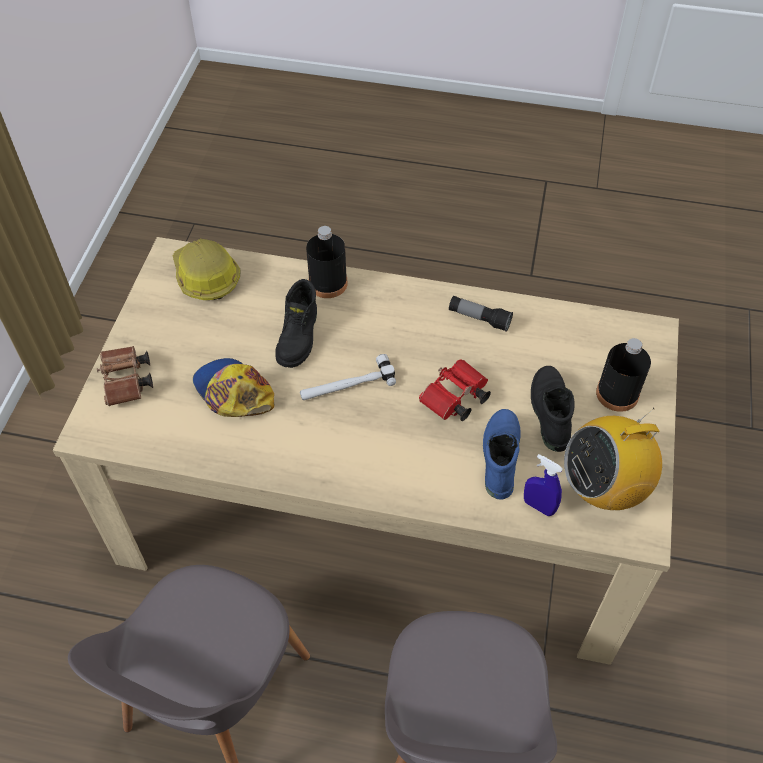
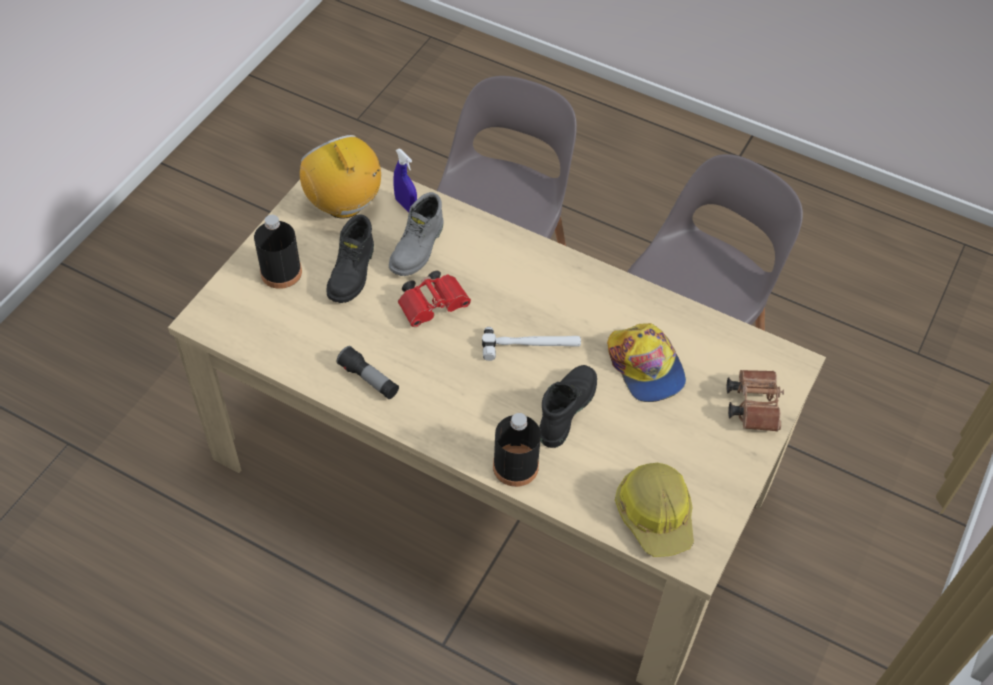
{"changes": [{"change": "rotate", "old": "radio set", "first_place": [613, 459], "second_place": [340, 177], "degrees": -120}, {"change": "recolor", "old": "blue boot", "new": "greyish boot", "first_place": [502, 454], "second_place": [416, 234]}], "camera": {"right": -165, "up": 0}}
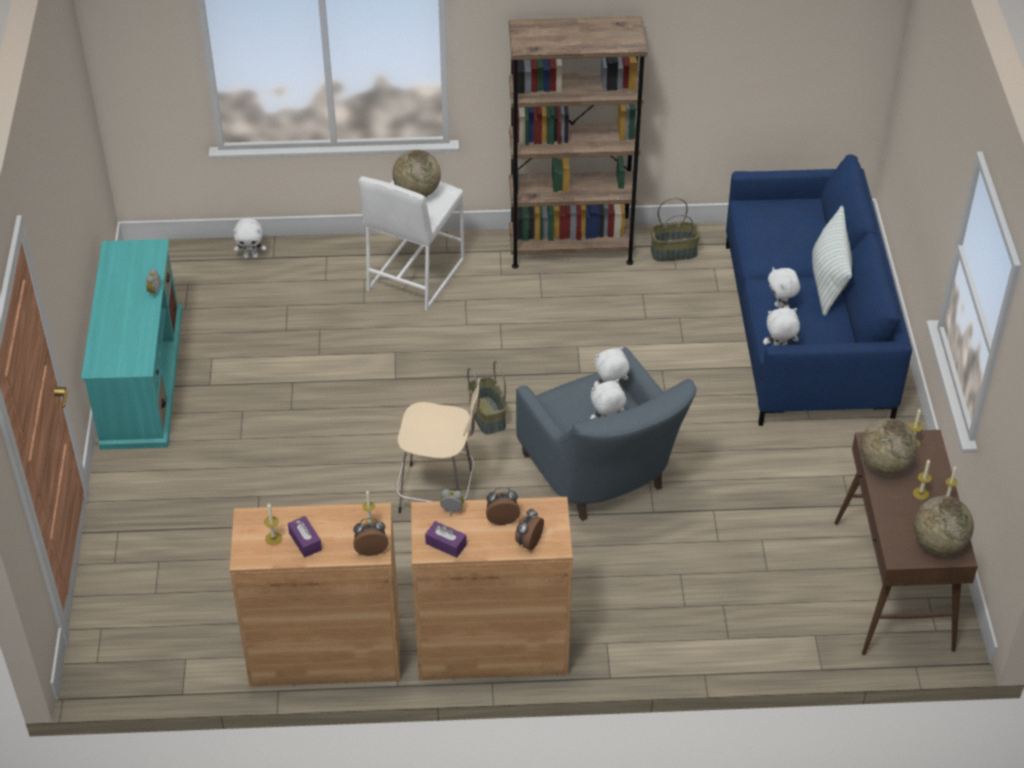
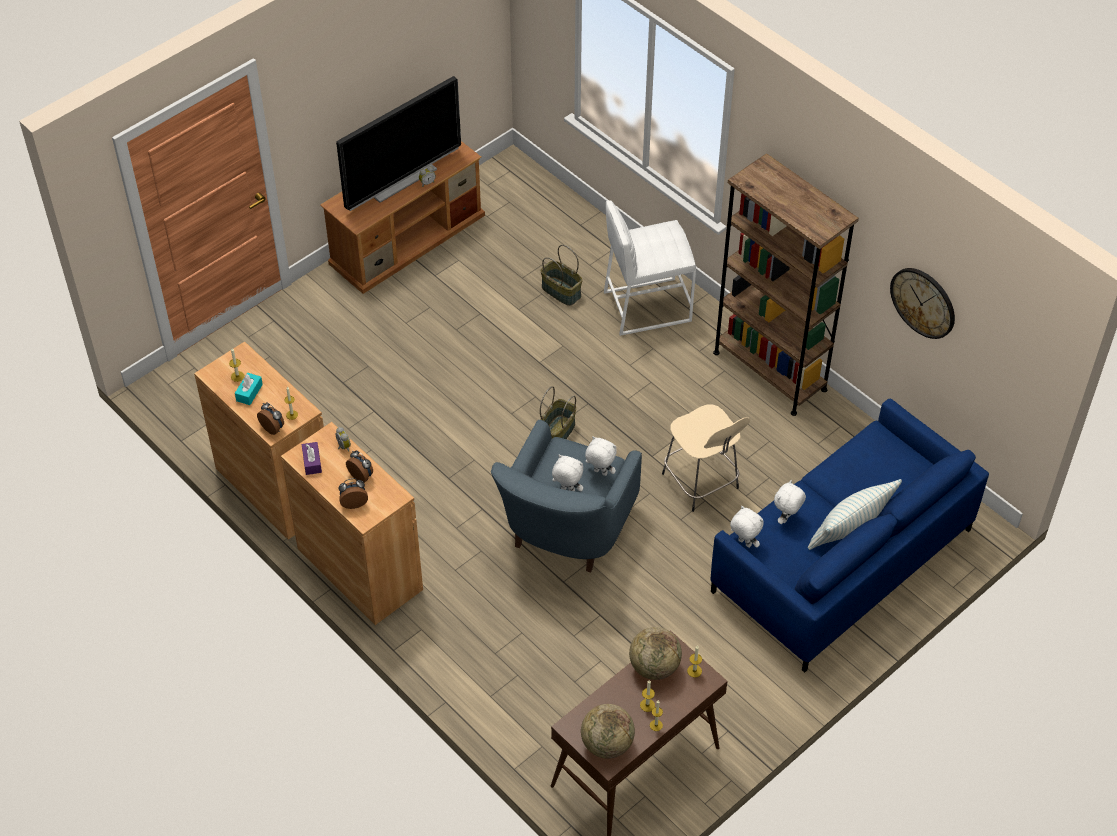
{"changes": [{"change": "delete", "old": "globe", "first_place": [416, 173]}, {"change": "move", "old": "household basket", "first_place": [675, 230], "second_place": [562, 275]}, {"change": "delete", "old": "white cuddly toy", "first_place": [249, 238]}, {"change": "recolor", "old": "turquoise tv unit", "new": "brown tv unit", "first_place": [131, 344], "second_place": [402, 217]}, {"change": "move", "old": "sand-coloured sitting stool", "first_place": [438, 445], "second_place": [706, 458]}, {"change": "recolor", "old": "purplish tissue box", "new": "turquoise tissue box", "first_place": [305, 536], "second_place": [249, 389]}, {"change": "insert", "new": "television", "second_place": [398, 143]}, {"change": "insert", "new": "hanging clock", "second_place": [922, 303]}], "camera": {"right": 50, "up": 5}}
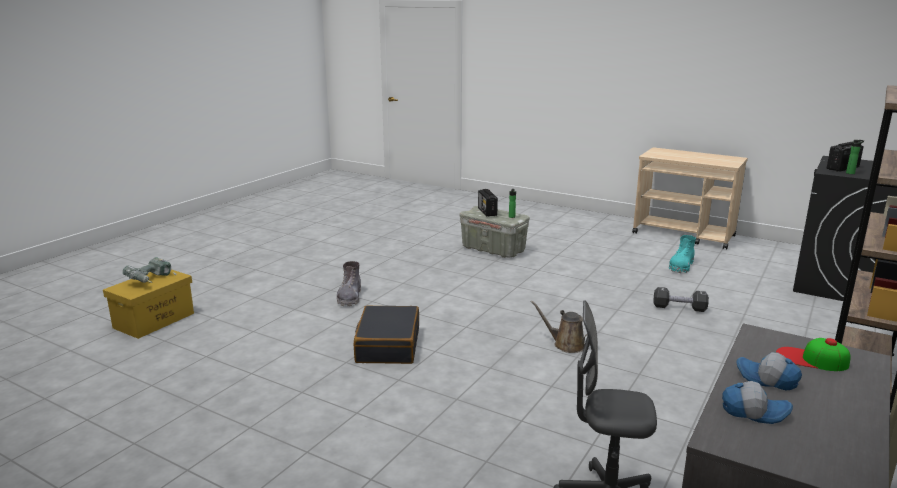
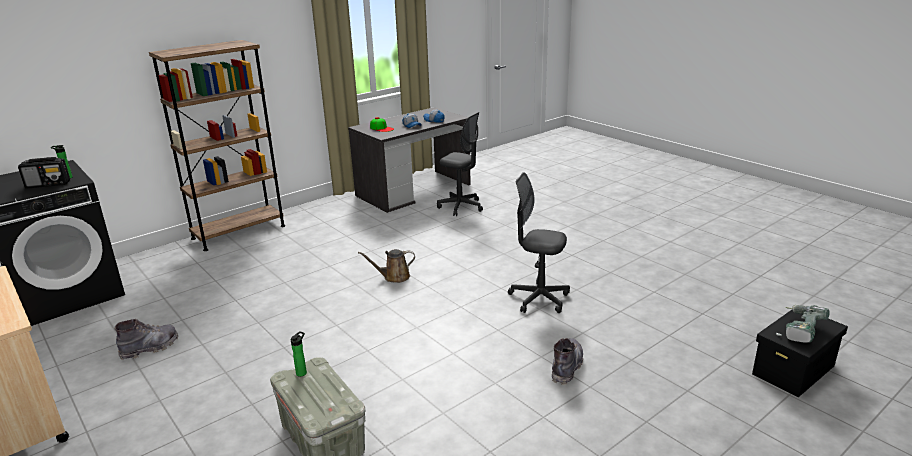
{"changes": [{"change": "delete", "old": "radio set", "first_place": [488, 203]}, {"change": "recolor", "old": "turquoise boot", "new": "greyish boot", "first_place": [682, 254], "second_place": [146, 339]}, {"change": "recolor", "old": "yellow storage box", "new": "blackish storage box", "first_place": [148, 304], "second_place": [800, 353]}, {"change": "delete", "old": "blackish hand weight", "first_place": [681, 299]}, {"change": "rotate", "old": "brown watering pot", "first_place": [559, 326], "second_place": [386, 266], "degrees": 120}, {"change": "replace", "old": "blackish piece of luggage", "new": "greyish computer chair", "first_place": [386, 335], "second_place": [539, 242]}], "camera": {"right": -160, "up": 5}}
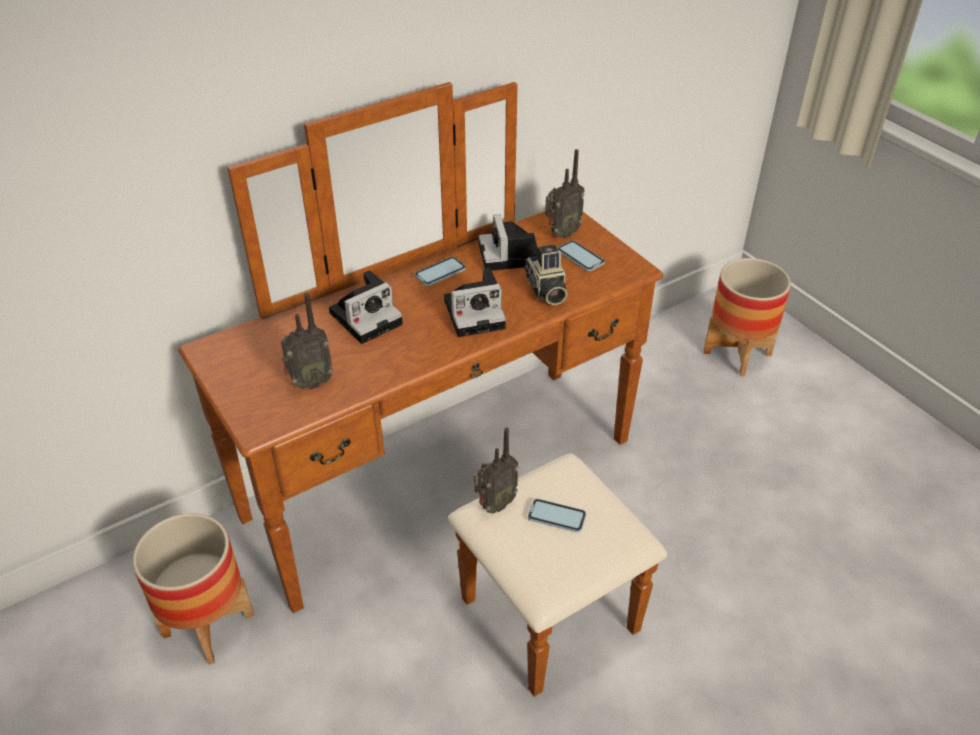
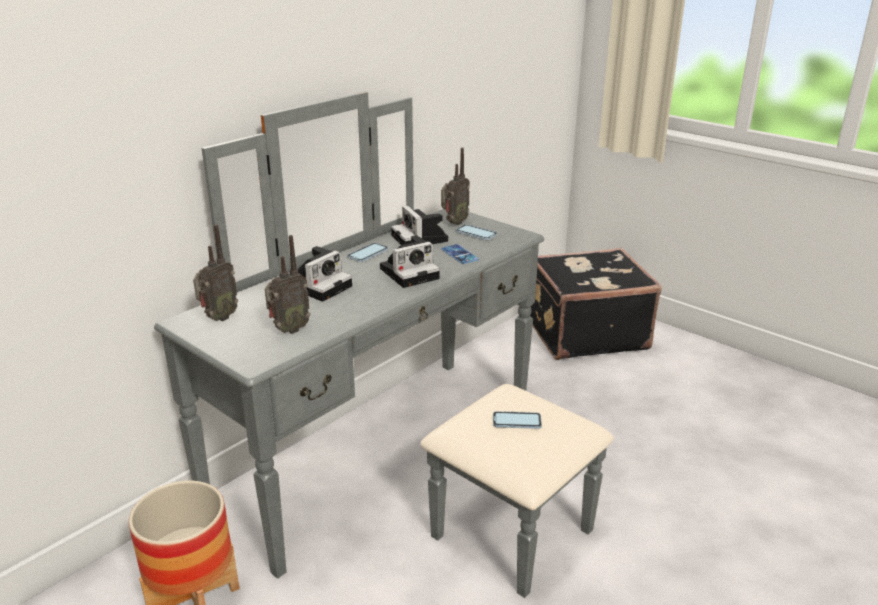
{"changes": [{"change": "recolor", "old": "brown chest of drawers", "new": "greyish chest of drawers", "first_place": [422, 389], "second_place": [384, 344]}, {"change": "replace", "old": "still camera", "new": "telephone", "first_place": [545, 275], "second_place": [460, 254]}, {"change": "replace", "old": "plant pot", "new": "blackish piece of luggage", "first_place": [747, 317], "second_place": [596, 304]}, {"change": "move", "old": "radio set", "first_place": [496, 470], "second_place": [215, 272]}], "camera": {"right": -15, "up": -15}}
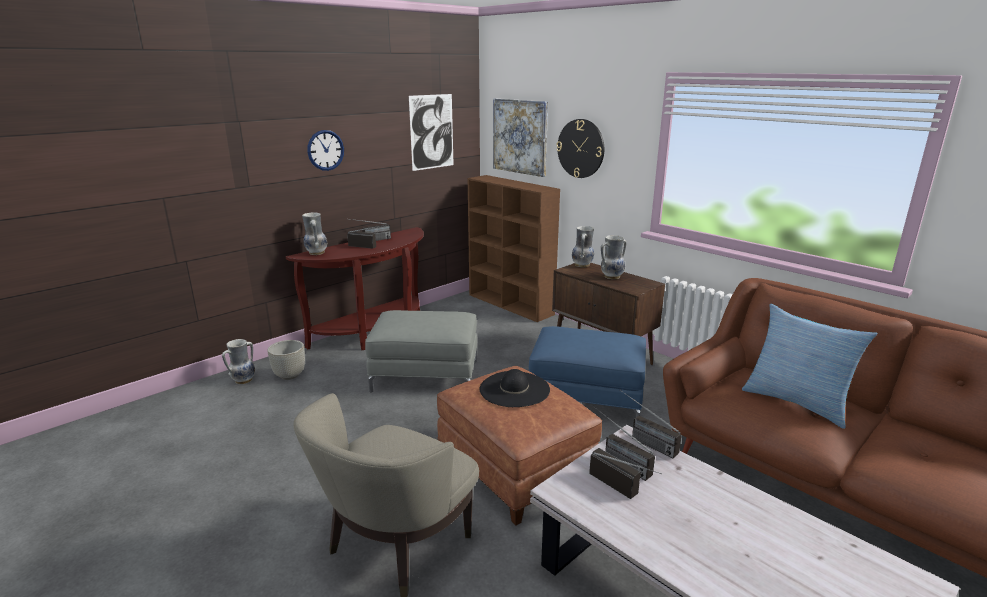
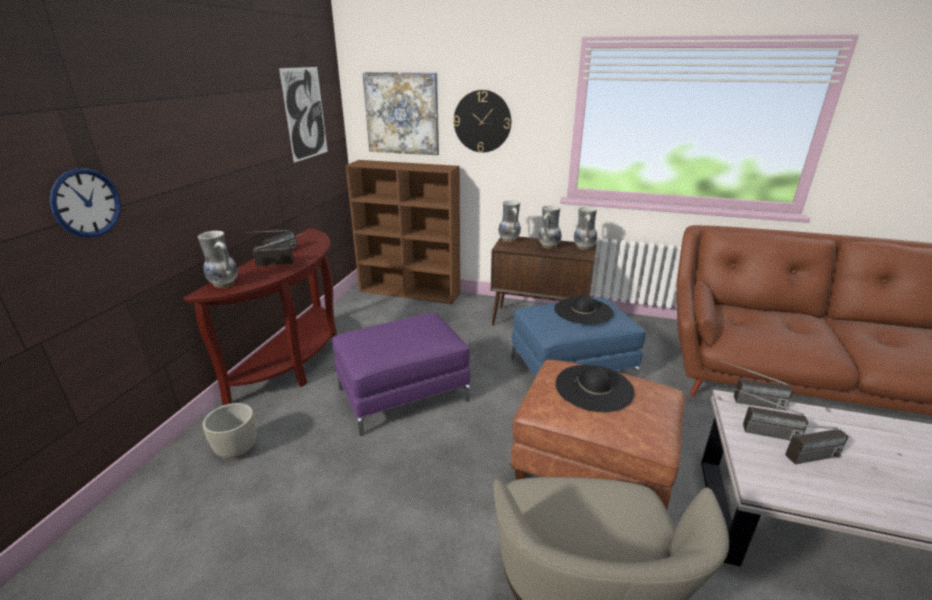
{"changes": [{"change": "move", "old": "hanging clock", "first_place": [325, 150], "second_place": [85, 203]}, {"change": "delete", "old": "cushion", "first_place": [809, 366]}, {"change": "recolor", "old": "greyish pouffe", "new": "purplish pouffe", "first_place": [421, 351], "second_place": [401, 374]}, {"change": "move", "old": "decorative vase", "first_place": [238, 361], "second_place": [585, 228]}, {"change": "rotate", "old": "radio set", "first_place": [625, 473], "second_place": [811, 443], "degrees": 150}, {"change": "insert", "new": "blackish wearable hat", "second_place": [584, 309]}], "camera": {"right": -30, "up": 5}}
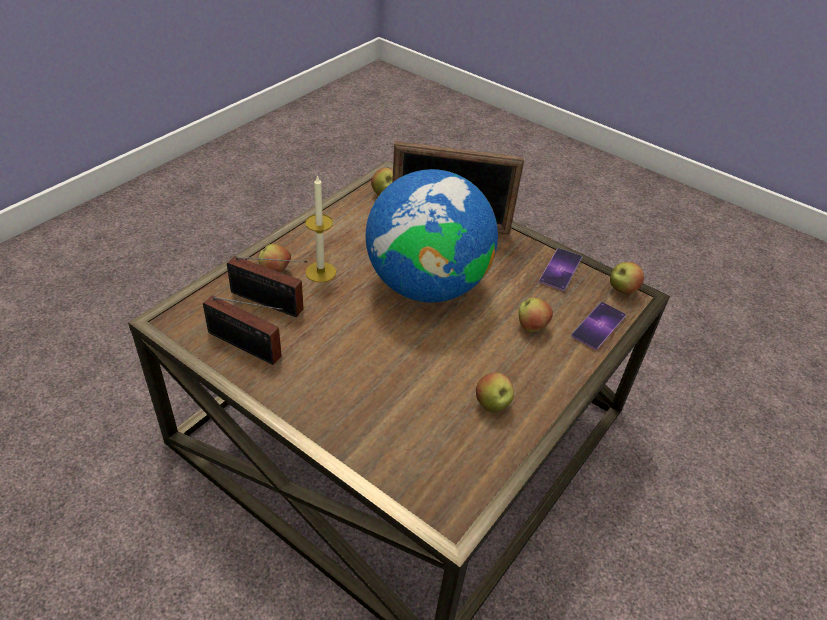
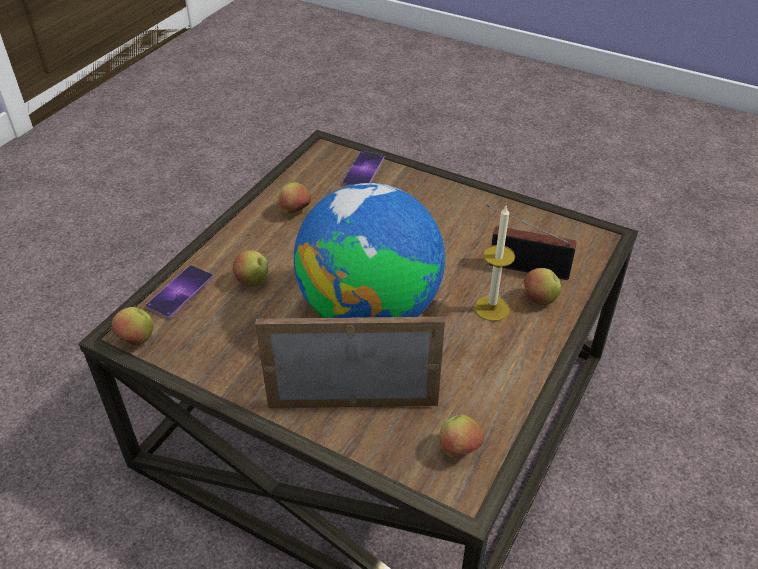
{"changes": [{"change": "move", "old": "telephone", "first_place": [560, 269], "second_place": [363, 168]}, {"change": "delete", "old": "radio set", "first_place": [243, 330]}], "camera": {"right": 175, "up": 0}}
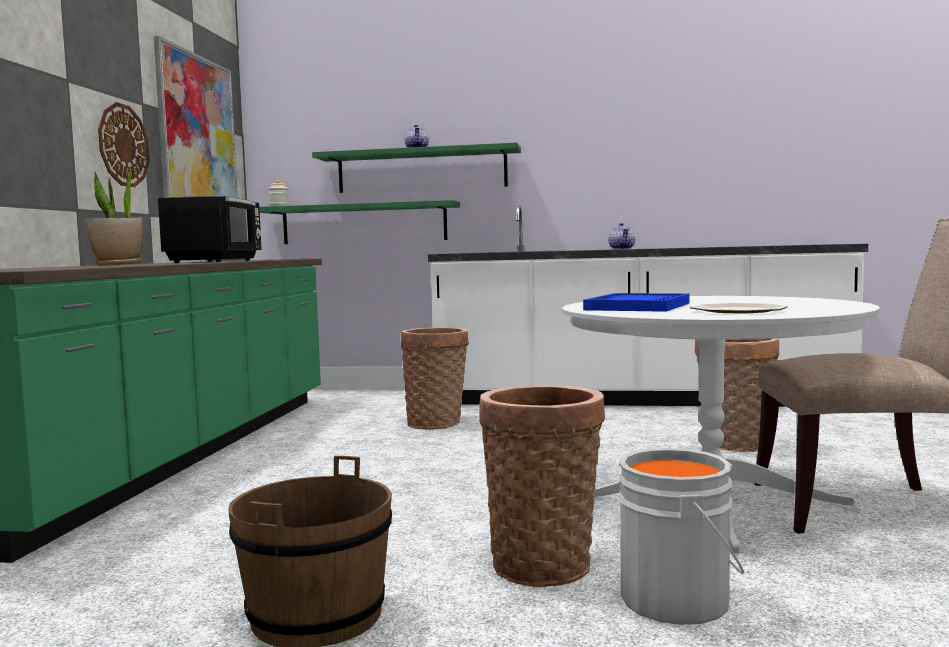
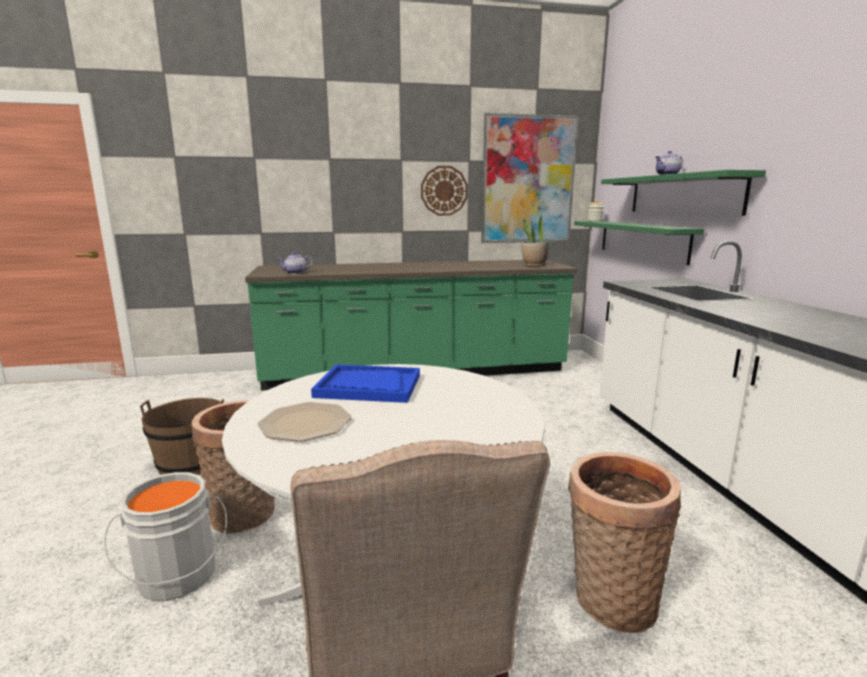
{"changes": [{"change": "move", "old": "potted plant", "first_place": [114, 216], "second_place": [535, 241]}, {"change": "delete", "old": "blackish microwave oven", "first_place": [210, 229]}, {"change": "move", "old": "pot for tea", "first_place": [621, 236], "second_place": [294, 263]}, {"change": "delete", "old": "household basket", "first_place": [434, 378]}], "camera": {"right": 70, "up": 10}}
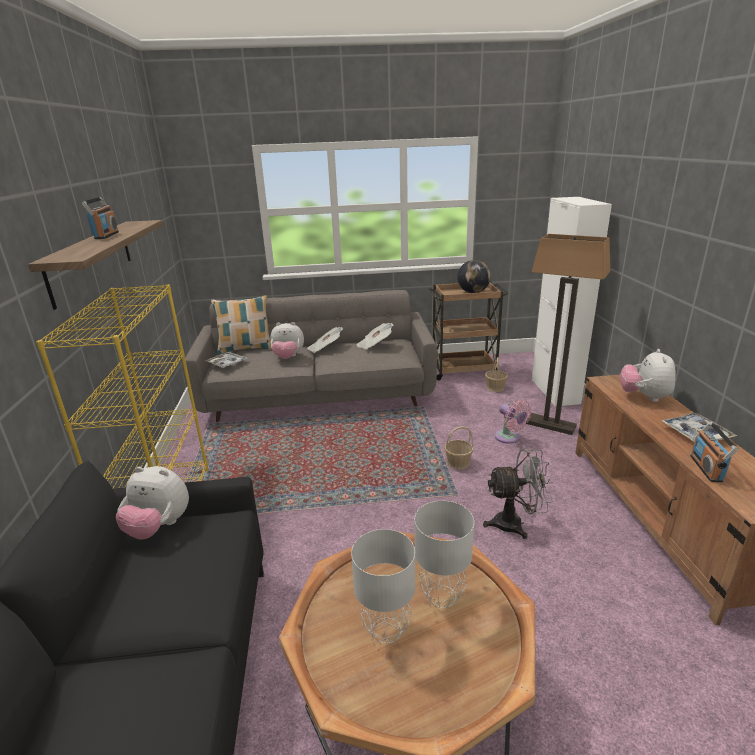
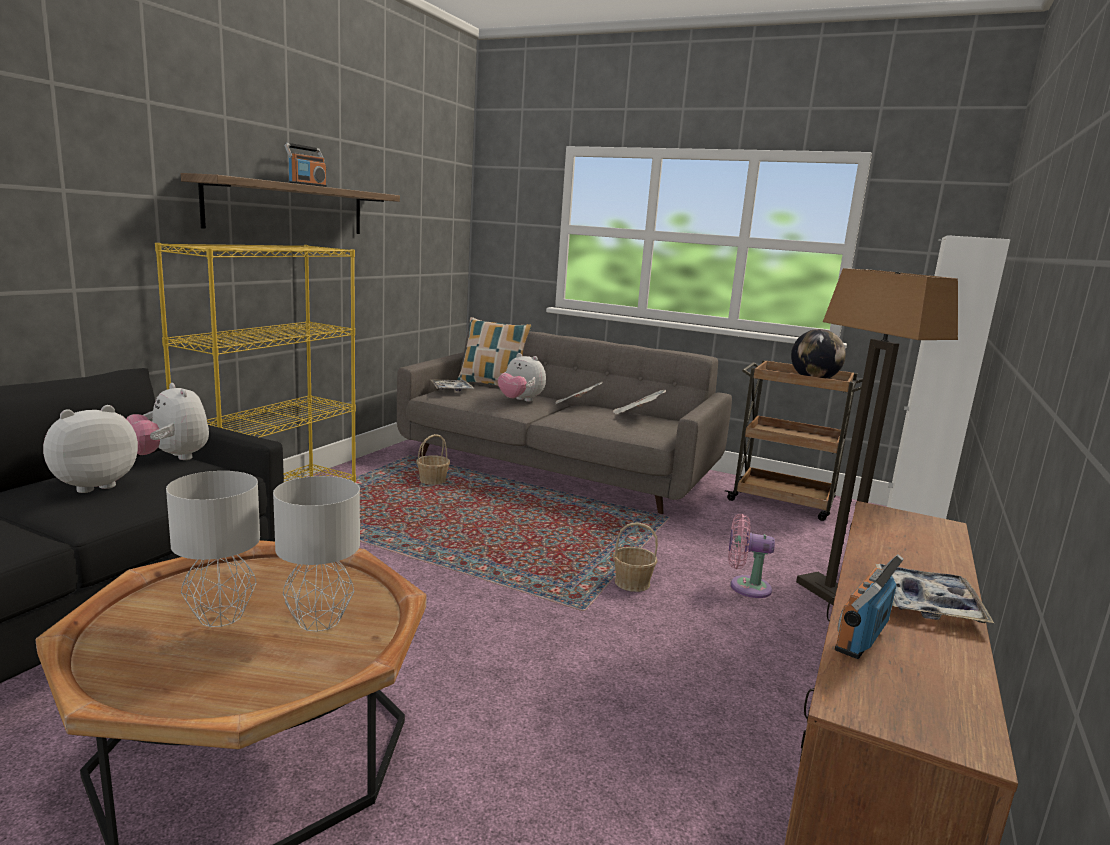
{"changes": [{"change": "move", "old": "cuddly toy", "first_place": [648, 375], "second_place": [90, 449]}, {"change": "move", "old": "household basket", "first_place": [496, 374], "second_place": [433, 459]}, {"change": "rotate", "old": "pinkish cooling fan", "first_place": [513, 422], "second_place": [751, 556], "degrees": 105}, {"change": "delete", "old": "greyish cooling fan", "first_place": [518, 493]}], "camera": {"right": 30, "up": -10}}
